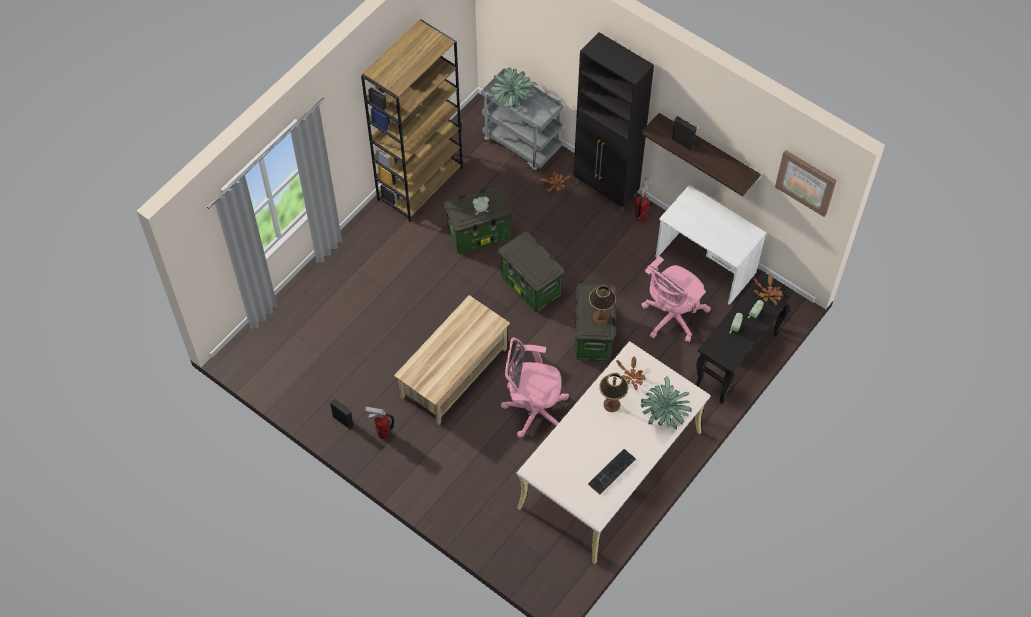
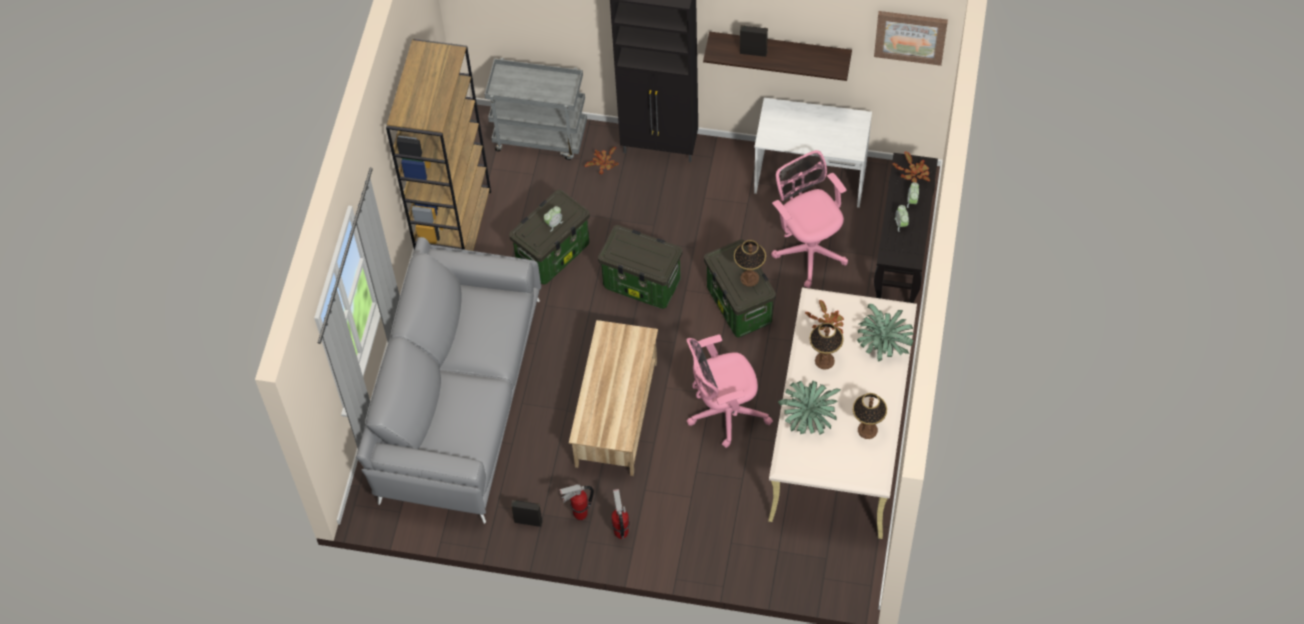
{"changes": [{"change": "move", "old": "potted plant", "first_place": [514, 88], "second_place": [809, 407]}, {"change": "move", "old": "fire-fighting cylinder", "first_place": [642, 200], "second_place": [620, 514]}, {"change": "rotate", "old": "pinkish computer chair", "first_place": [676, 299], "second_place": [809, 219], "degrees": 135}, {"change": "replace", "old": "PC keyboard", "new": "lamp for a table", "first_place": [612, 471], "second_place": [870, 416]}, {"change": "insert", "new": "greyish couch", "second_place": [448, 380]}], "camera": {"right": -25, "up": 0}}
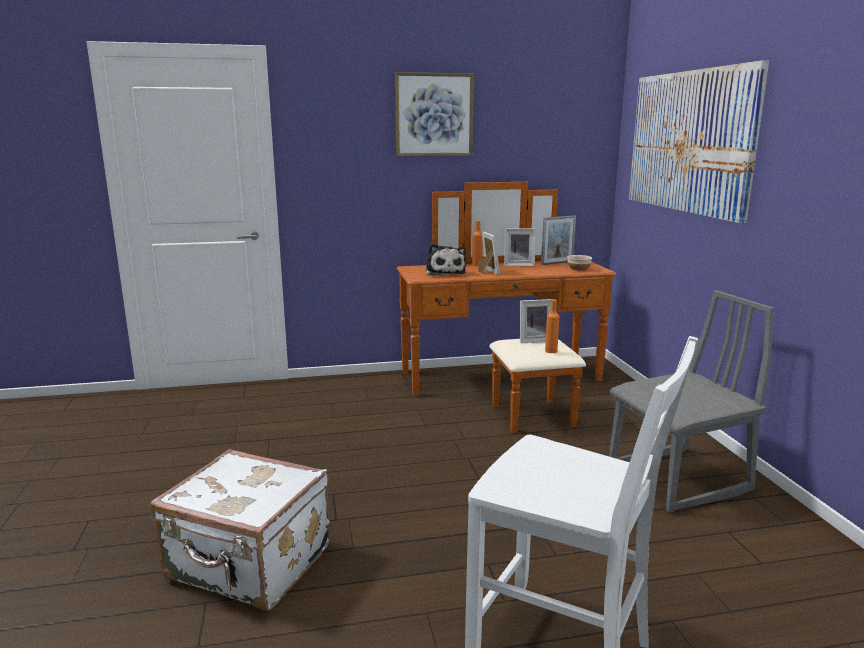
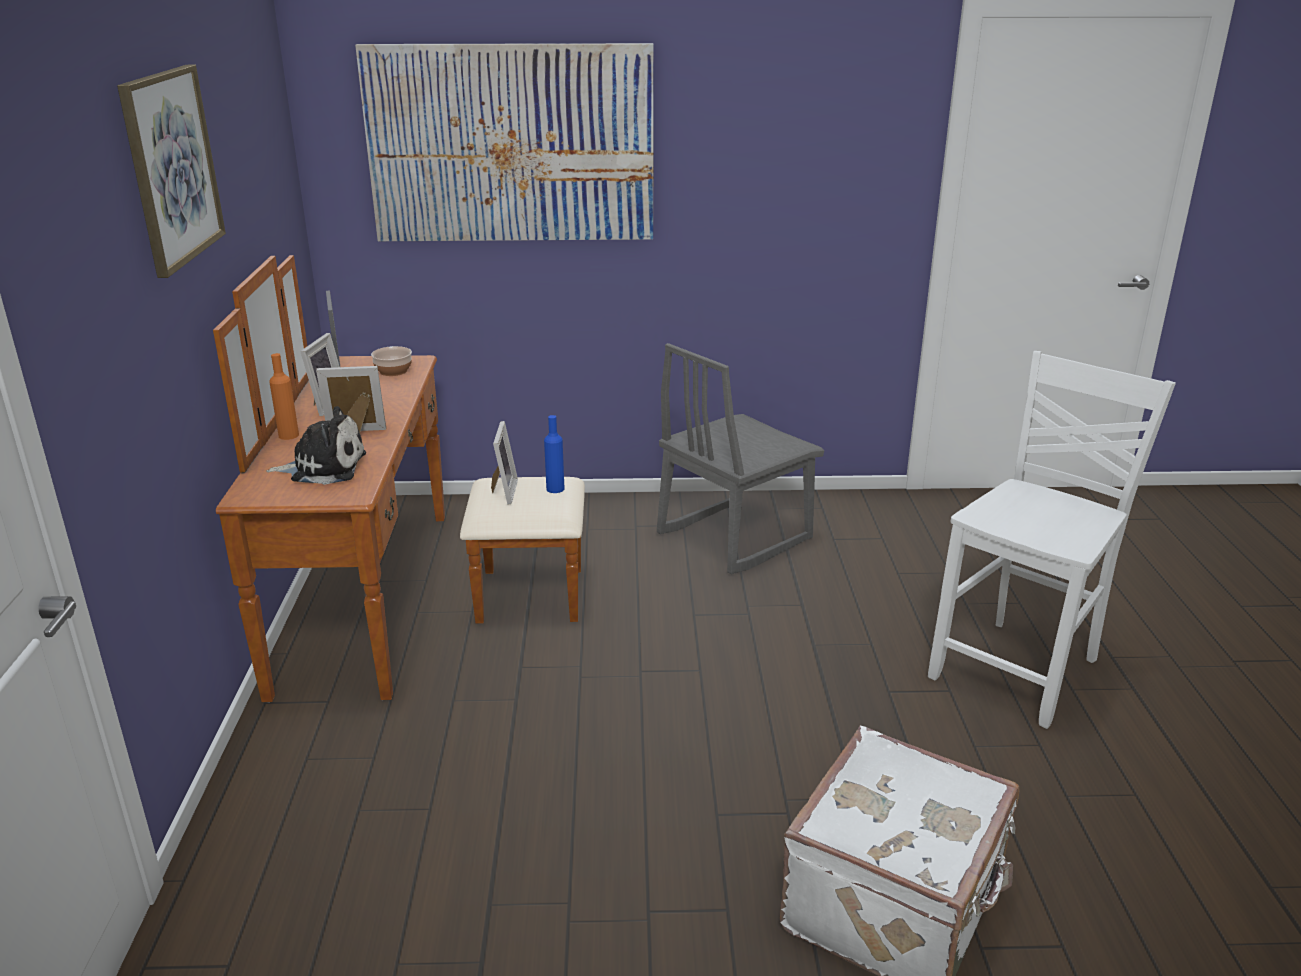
{"changes": [{"change": "rotate", "old": "greyish plain chair", "first_place": [691, 401], "second_place": [740, 458], "degrees": -120}, {"change": "recolor", "old": "orangey beverage bottle", "new": "blue beverage bottle", "first_place": [552, 326], "second_place": [554, 454]}], "camera": {"right": -80, "up": 10}}
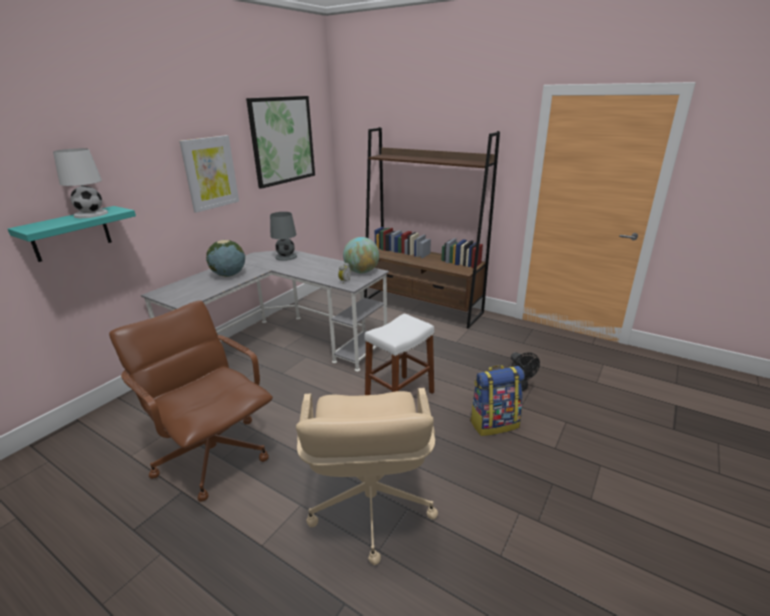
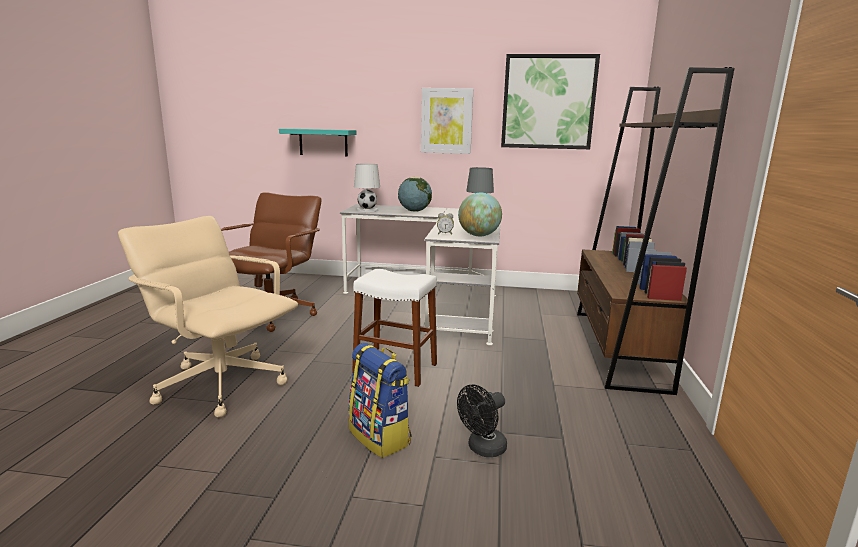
{"changes": [{"change": "move", "old": "white lamp for a table", "first_place": [80, 183], "second_place": [367, 188]}, {"change": "rotate", "old": "sand-coloured computer chair", "first_place": [367, 476], "second_place": [208, 316], "degrees": 60}], "camera": {"right": 65, "up": -10}}
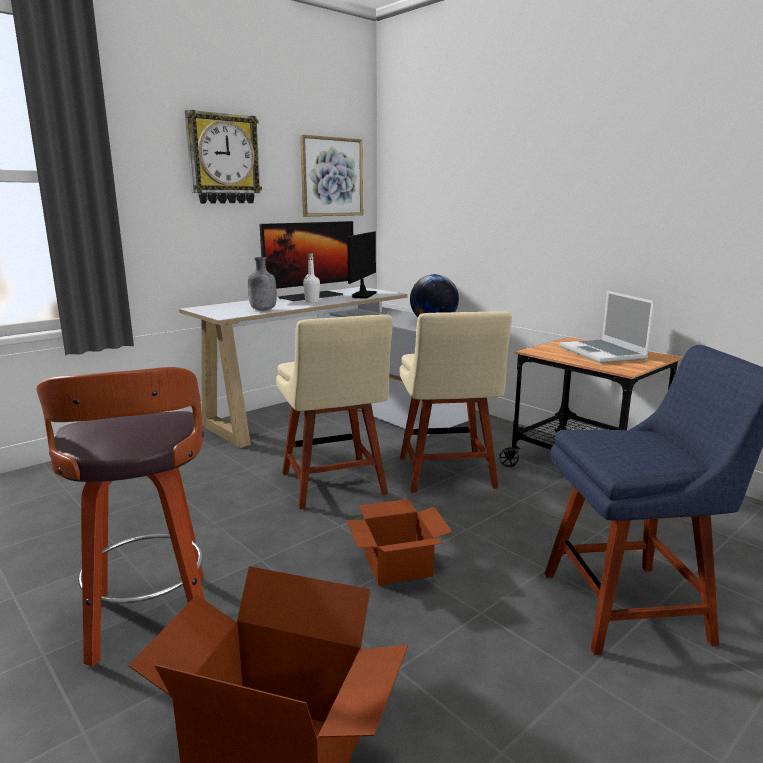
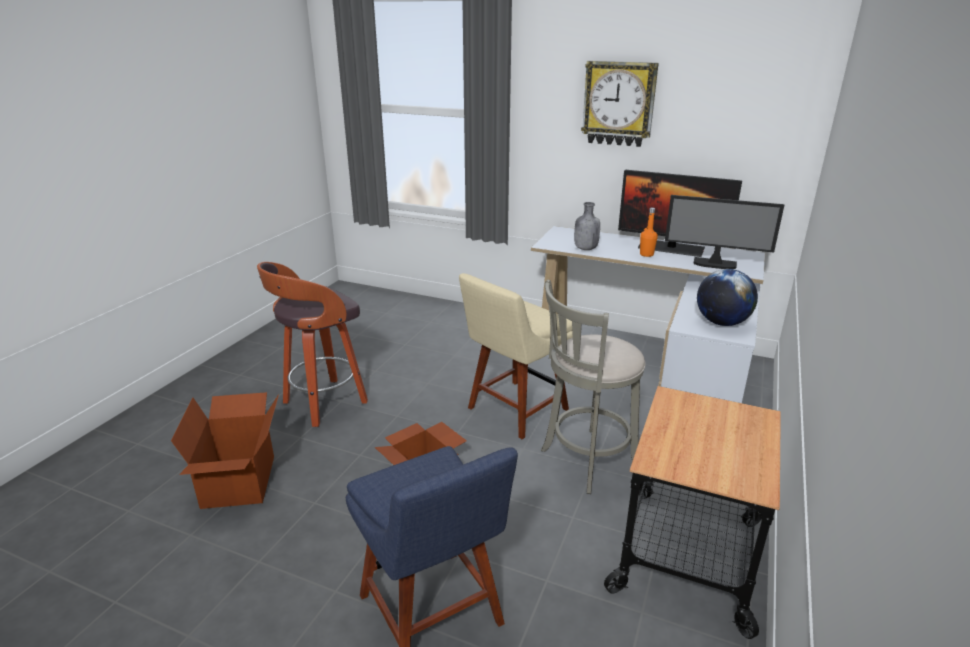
{"changes": [{"change": "delete", "old": "picture", "first_place": [331, 175]}, {"change": "rotate", "old": "computer screen", "first_place": [362, 265], "second_place": [724, 232], "degrees": -150}, {"change": "recolor", "old": "white beverage bottle", "new": "orangey beverage bottle", "first_place": [311, 278], "second_place": [649, 232]}, {"change": "delete", "old": "notebook computer", "first_place": [607, 327]}, {"change": "replace", "old": "sand-coloured plain chair", "new": "greyish sitting stool", "first_place": [456, 402], "second_place": [593, 387]}], "camera": {"right": 65, "up": 10}}
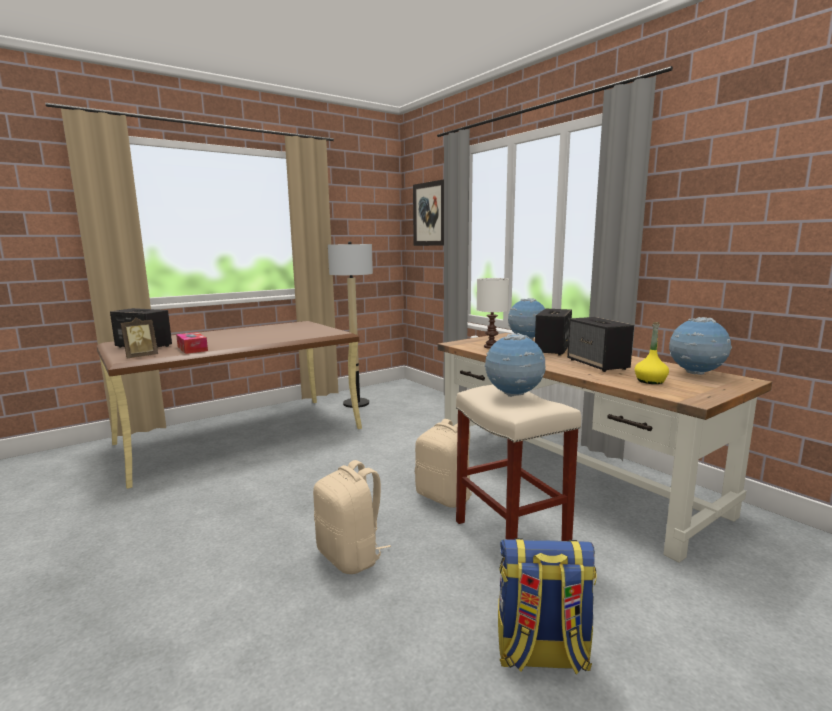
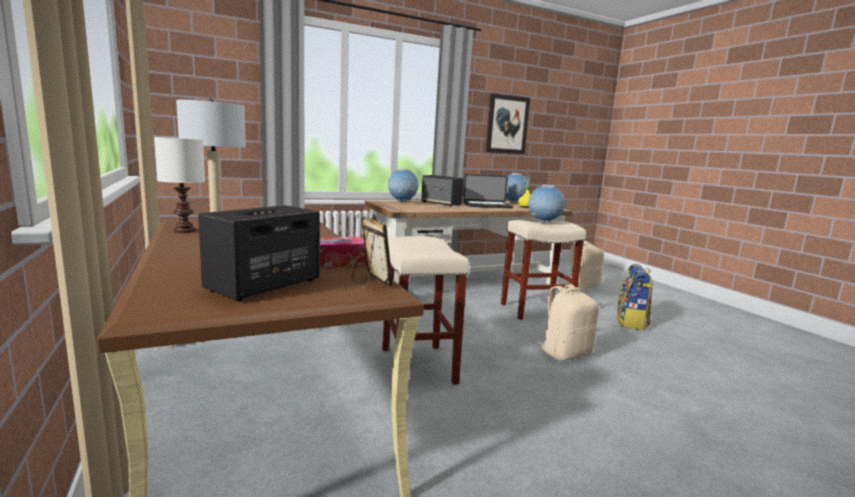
{"changes": [{"change": "move", "old": "picture", "first_place": [428, 212], "second_place": [508, 123]}, {"change": "move", "old": "white lamp for a table", "first_place": [493, 313], "second_place": [179, 185]}, {"change": "replace", "old": "loudspeaker", "new": "notebook computer", "first_place": [600, 344], "second_place": [488, 191]}, {"change": "move", "old": "sand-coloured knapsack", "first_place": [443, 463], "second_place": [584, 265]}, {"change": "insert", "new": "sand-coloured sitting stool", "second_place": [425, 310]}], "camera": {"right": -80, "up": 0}}
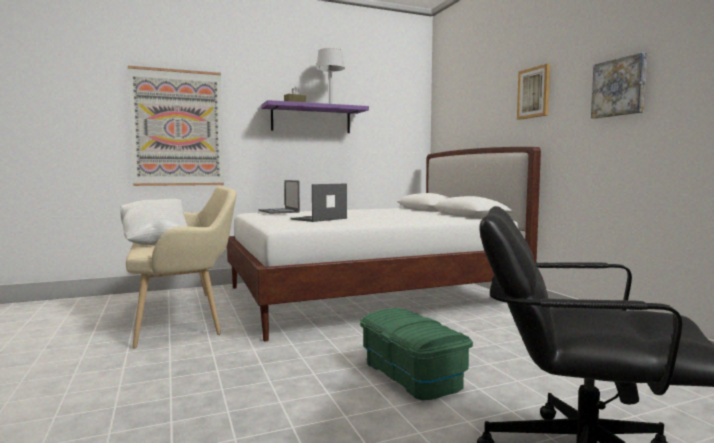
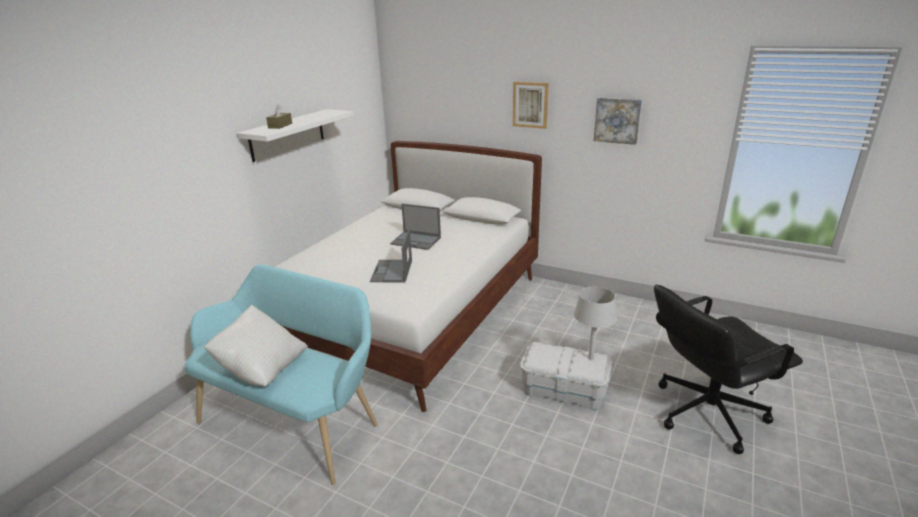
{"changes": [{"change": "move", "old": "greyish lamp for a table", "first_place": [330, 76], "second_place": [595, 323]}, {"change": "delete", "old": "picture", "first_place": [175, 126]}, {"change": "recolor", "old": "purplish wall shelf", "new": "white wall shelf", "first_place": [315, 116], "second_place": [295, 135]}, {"change": "move", "old": "notebook computer", "first_place": [279, 197], "second_place": [415, 227]}, {"change": "recolor", "old": "sand-coloured indoor bench", "new": "turquoise indoor bench", "first_place": [181, 267], "second_place": [281, 374]}, {"change": "recolor", "old": "greenish storage box", "new": "white storage box", "first_place": [416, 354], "second_place": [566, 376]}], "camera": {"right": -40, "up": 20}}
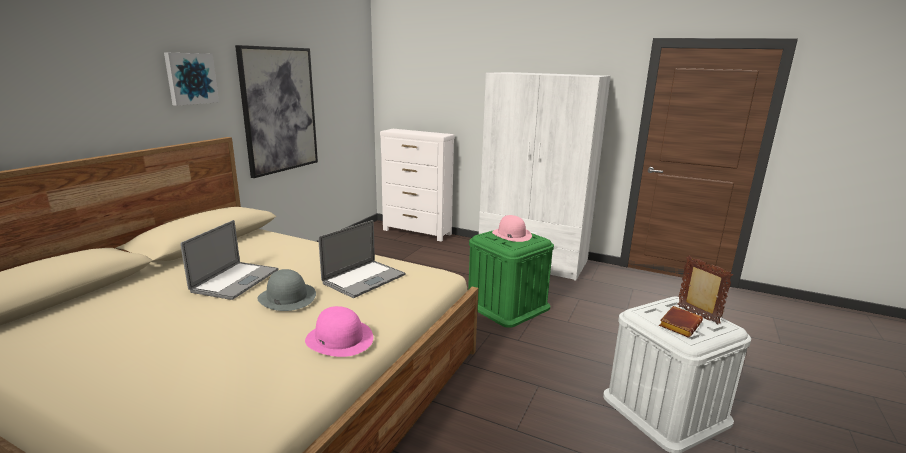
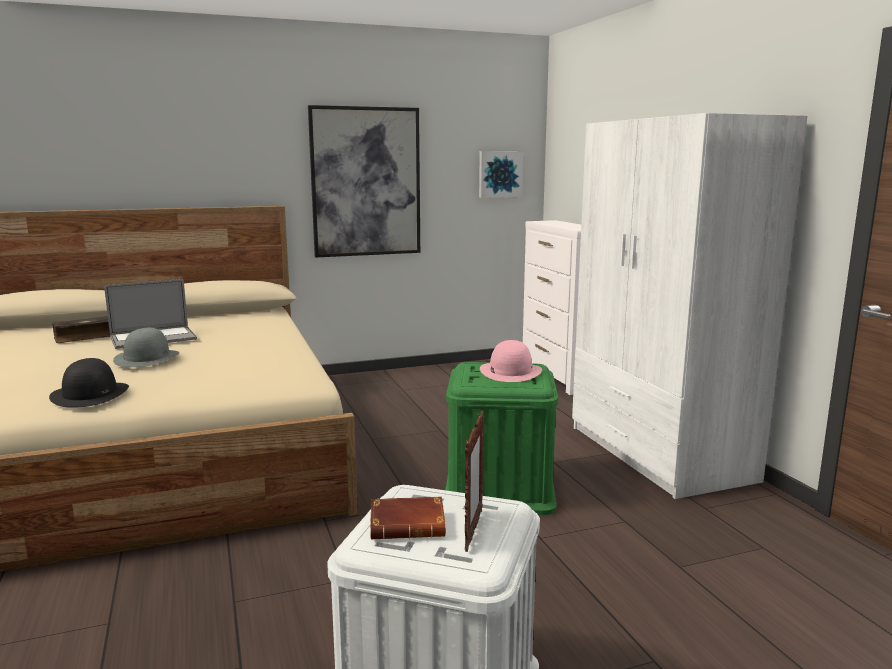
{"changes": [{"change": "move", "old": "picture", "first_place": [191, 79], "second_place": [501, 174]}, {"change": "delete", "old": "notebook computer", "first_place": [362, 259]}, {"change": "recolor", "old": "pinkish wearable hat", "new": "blackish wearable hat", "first_place": [339, 331], "second_place": [89, 383]}, {"change": "insert", "new": "volume", "second_place": [81, 329]}], "camera": {"right": 45, "up": -5}}
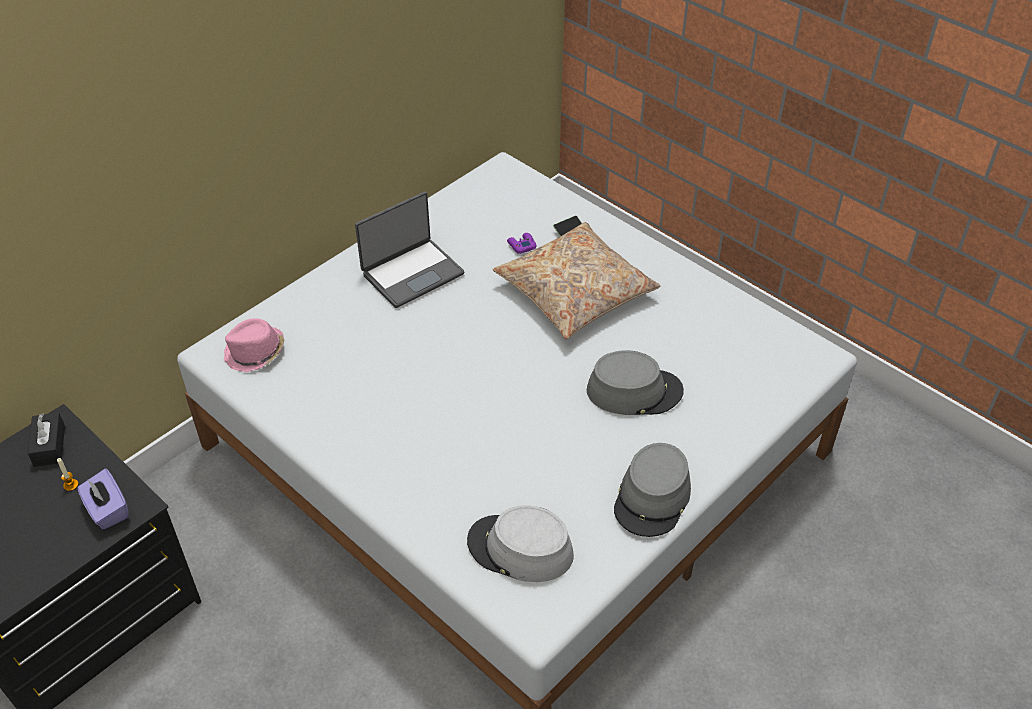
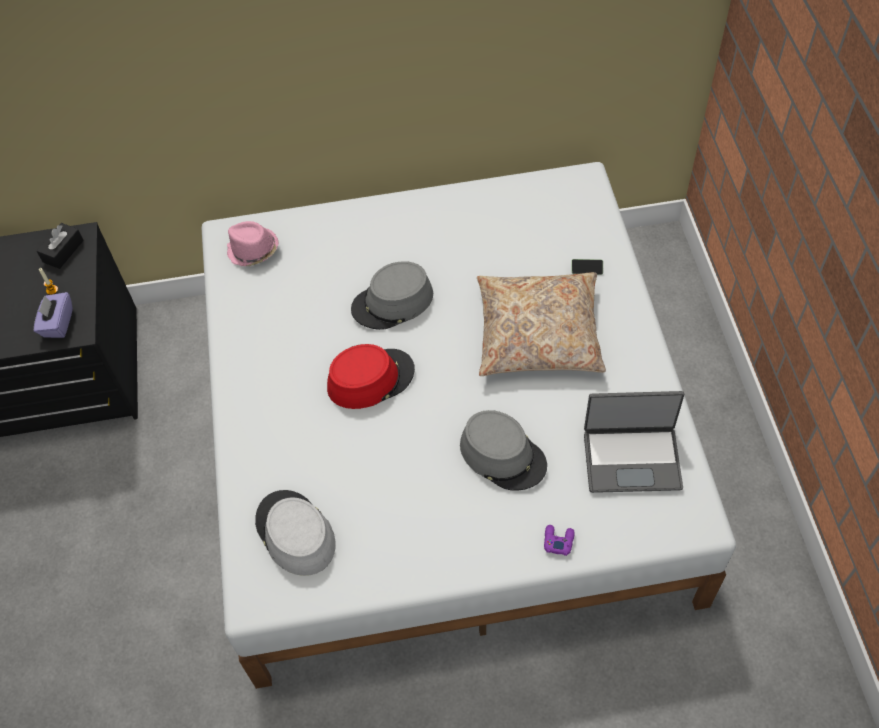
{"changes": [{"change": "move", "old": "notebook computer", "first_place": [409, 250], "second_place": [634, 442]}, {"change": "move", "old": "purplish game controller", "first_place": [521, 243], "second_place": [559, 540]}, {"change": "move", "old": "greyish wearable hat", "first_place": [652, 490], "second_place": [392, 295]}, {"change": "insert", "new": "red-coloured wearable hat", "second_place": [371, 376]}], "camera": {"right": 40, "up": 10}}
